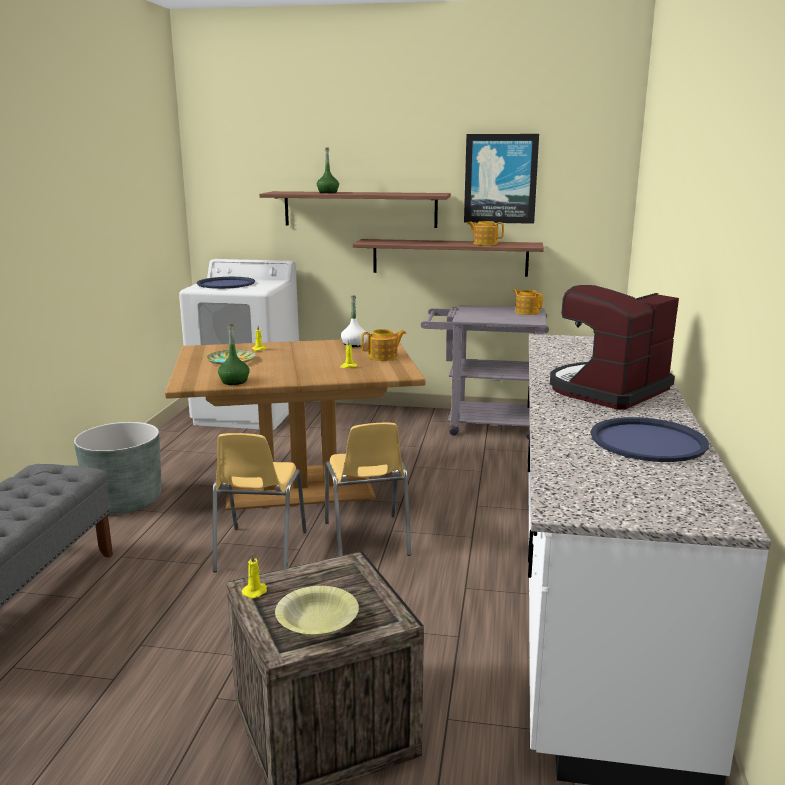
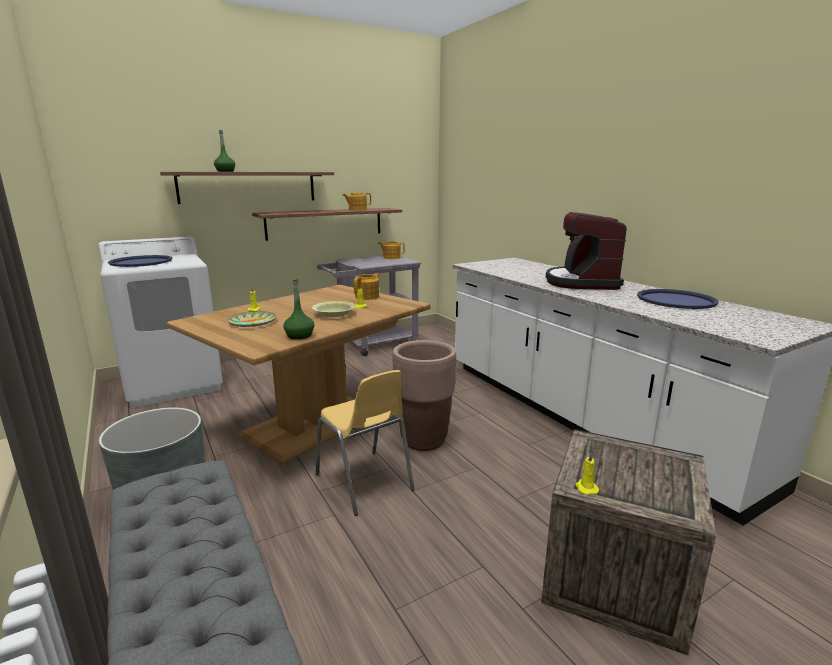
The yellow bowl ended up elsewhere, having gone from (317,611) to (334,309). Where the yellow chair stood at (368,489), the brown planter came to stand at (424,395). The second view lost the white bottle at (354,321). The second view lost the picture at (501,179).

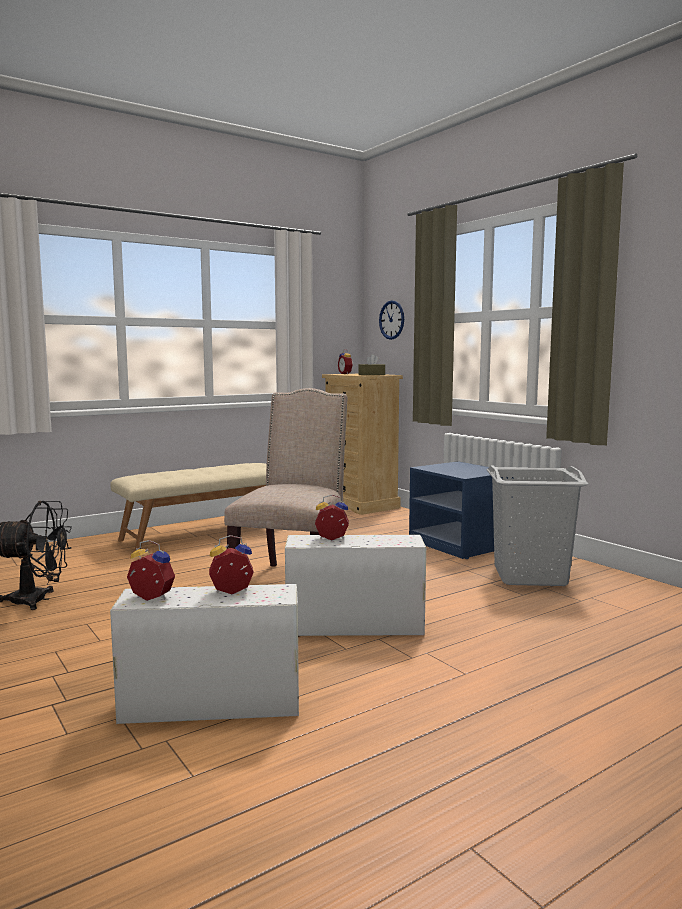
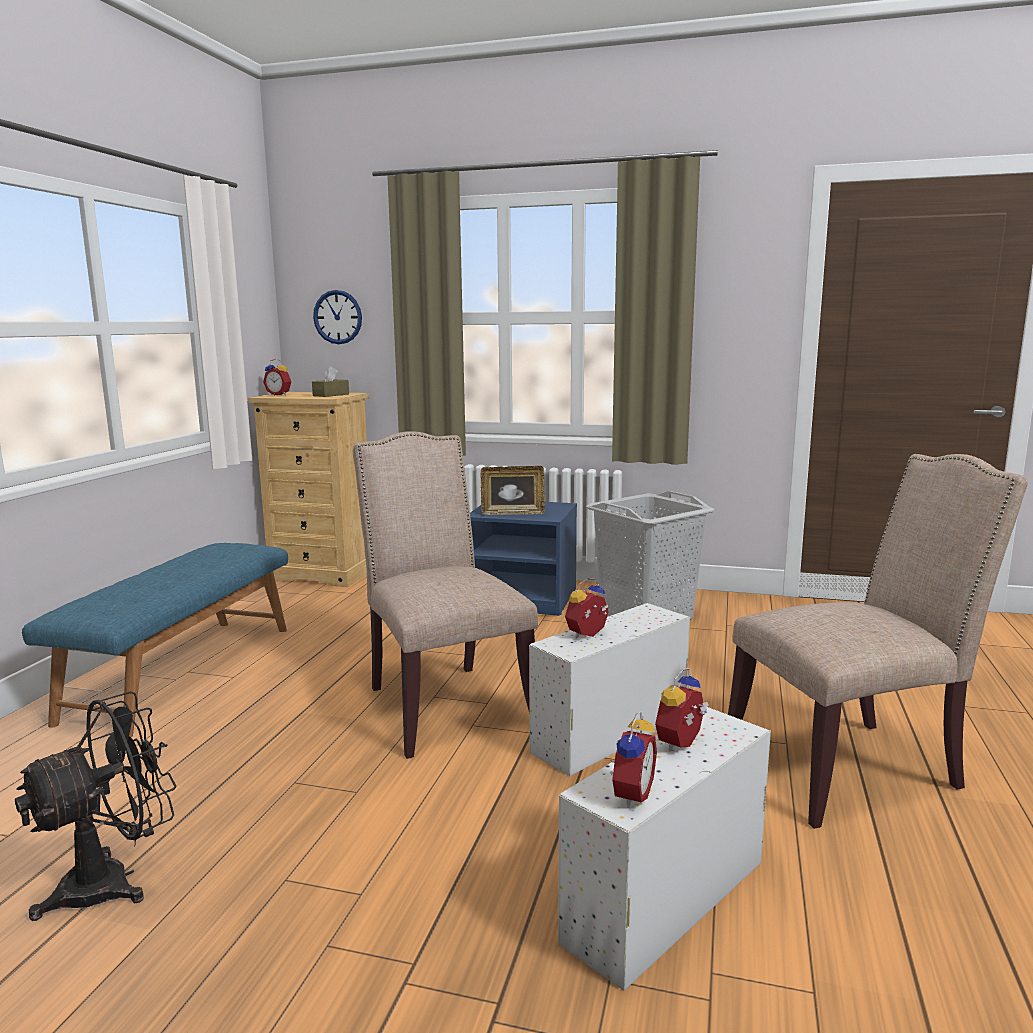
What was the beige bench at (188,507) turned into the blue bench at (155,640). The second view gained the picture frame at (512,490). The alarm clock at (151,570) ended up facing another way, 135 degrees clockwise from before. The second view gained the beige chair at (878,641).

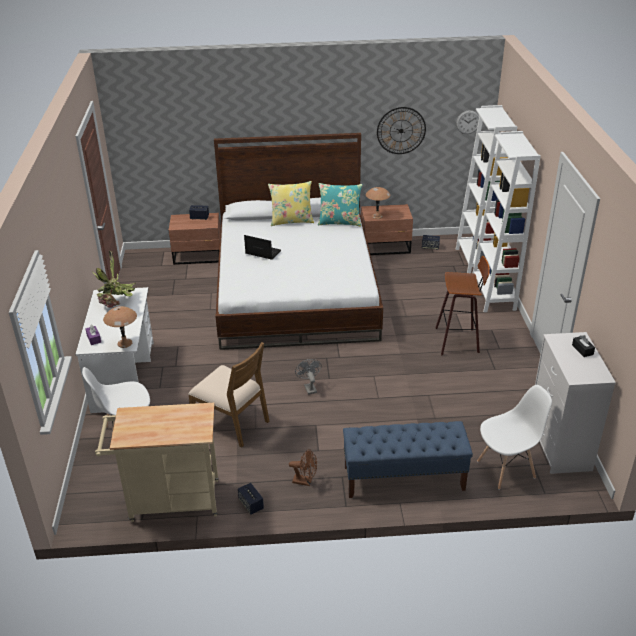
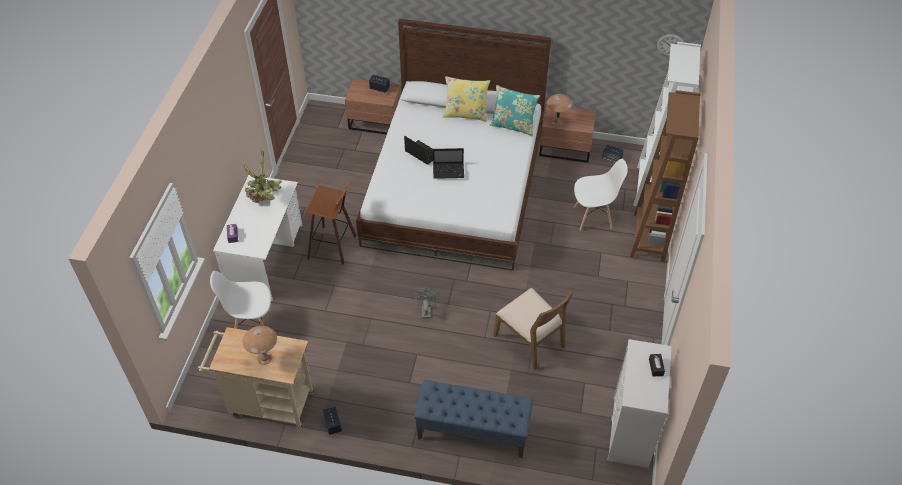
The brown table lamp ended up elsewhere, having gone from (120,327) to (260,345). The stool ended up elsewhere, having gone from (463,305) to (331,222). The second view gained the laptop at (448,163). The brown chair ended up elsewhere, having gone from (229,394) to (534,329). The white chair ended up elsewhere, having gone from (514,437) to (601,195). What was the white bookcase at (506,221) turned into the brown bookcase at (665,176). The second view lost the brown fan at (303,467). The second view lost the wall clock at (401,130).

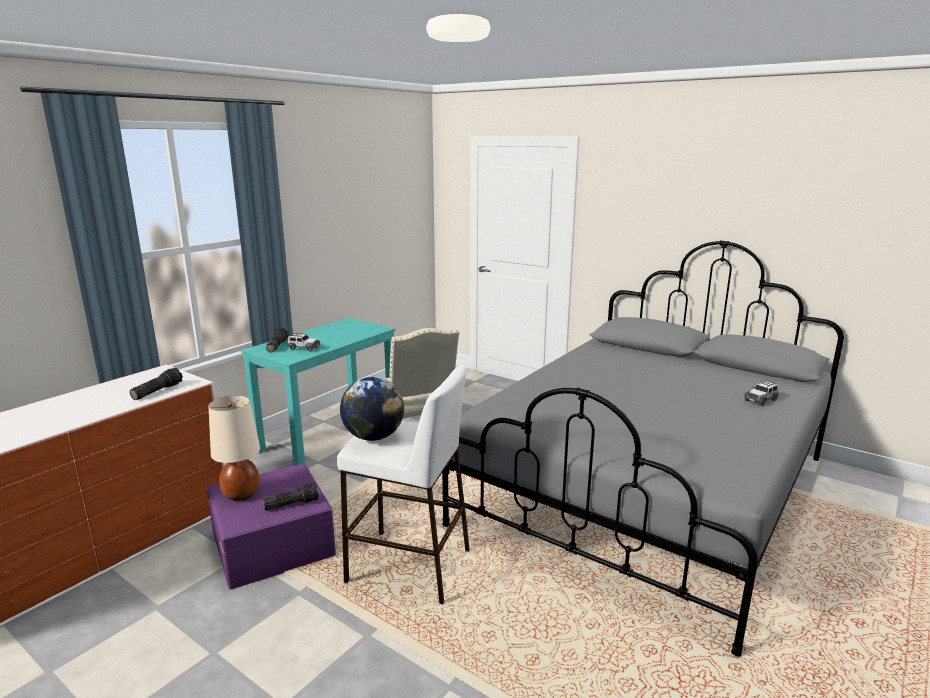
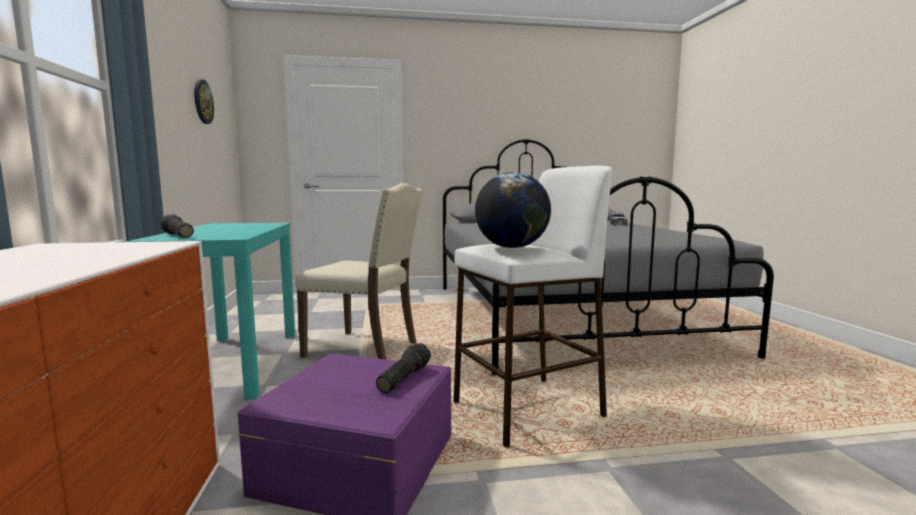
The second view gained the wall clock at (204,101). The second view lost the flashlight at (156,384). The second view lost the beige table lamp at (234,448). The second view lost the toy car at (303,342).

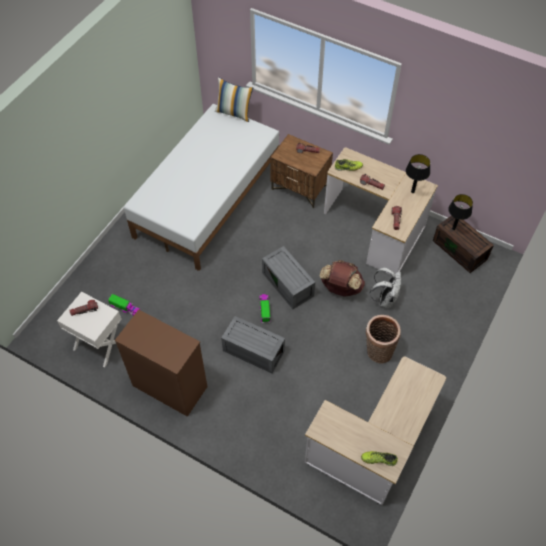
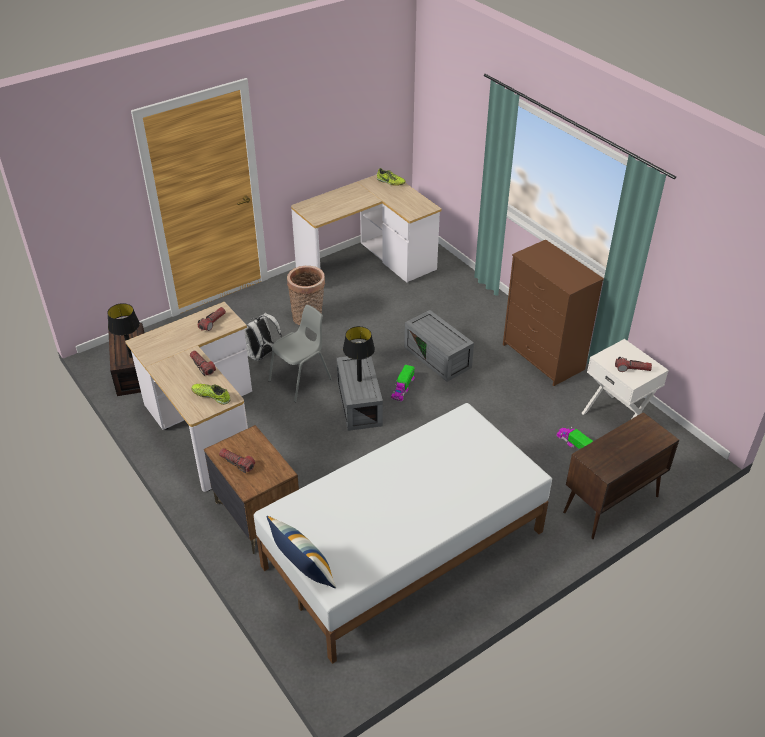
Where the brown backpack stood at (342,278), the grey chair came to stand at (300,353). The black table lamp ended up elsewhere, having gone from (418,173) to (359,354). The second view gained the brown cabinet at (621,475).

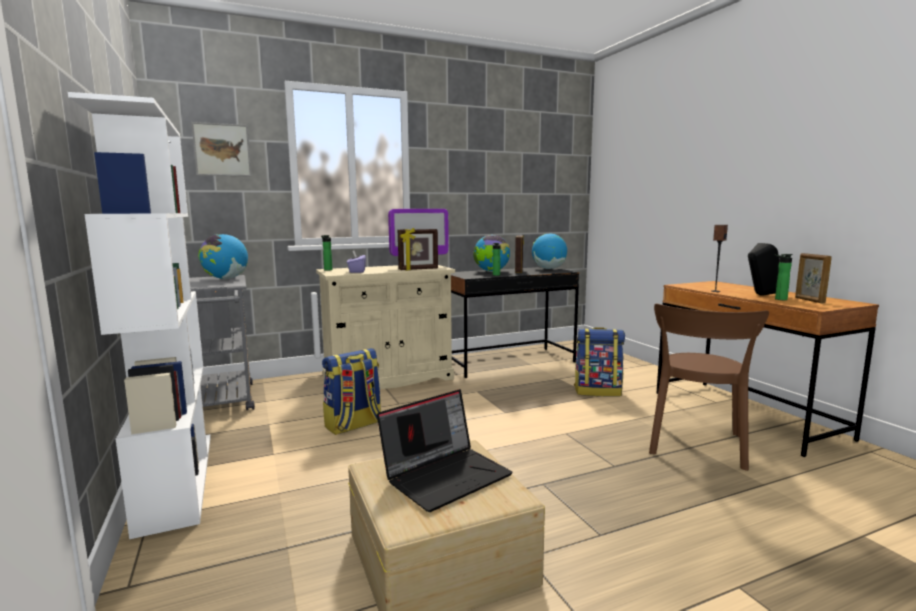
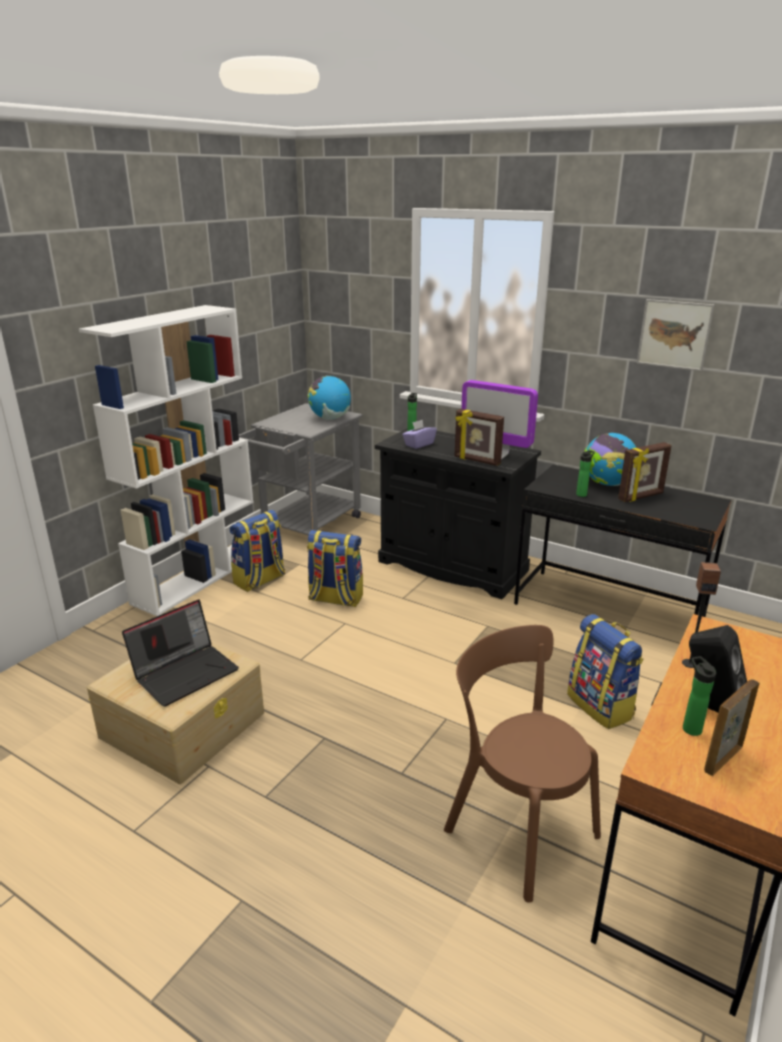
The laptop at (445,450) ended up facing another way, 60 degrees counterclockwise from before. The second view gained the backpack at (257,551). What was the beige cabinet at (385,327) turned into the black cabinet at (458,513). The brown chair at (709,387) ended up facing another way, 60 degrees clockwise from before. The picture ended up elsewhere, having gone from (221,149) to (676,335). The second view lost the globe at (549,251).

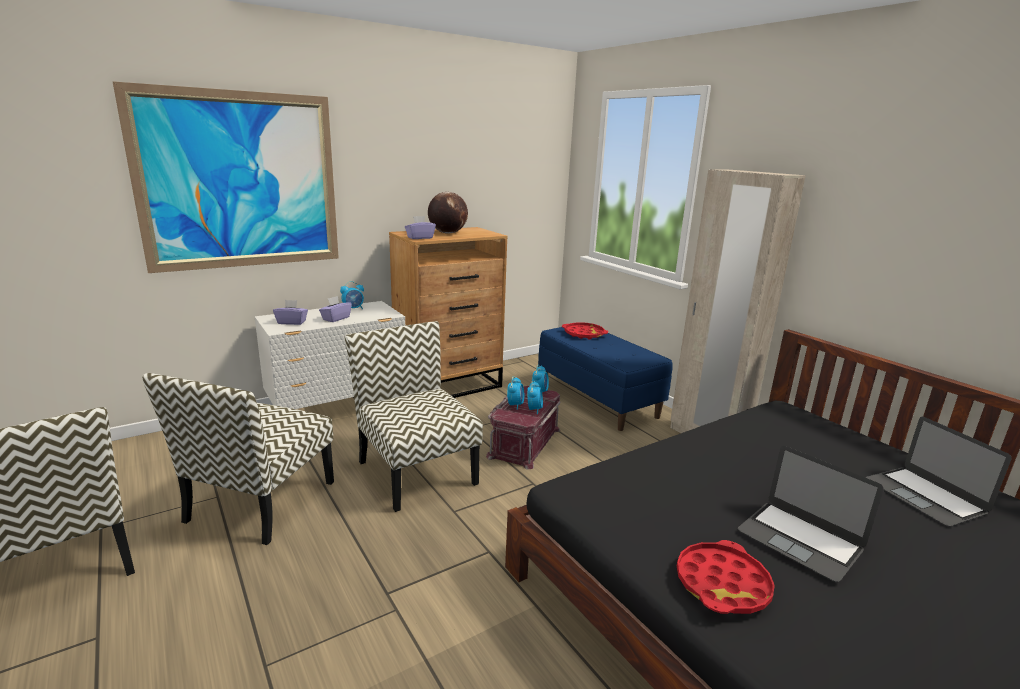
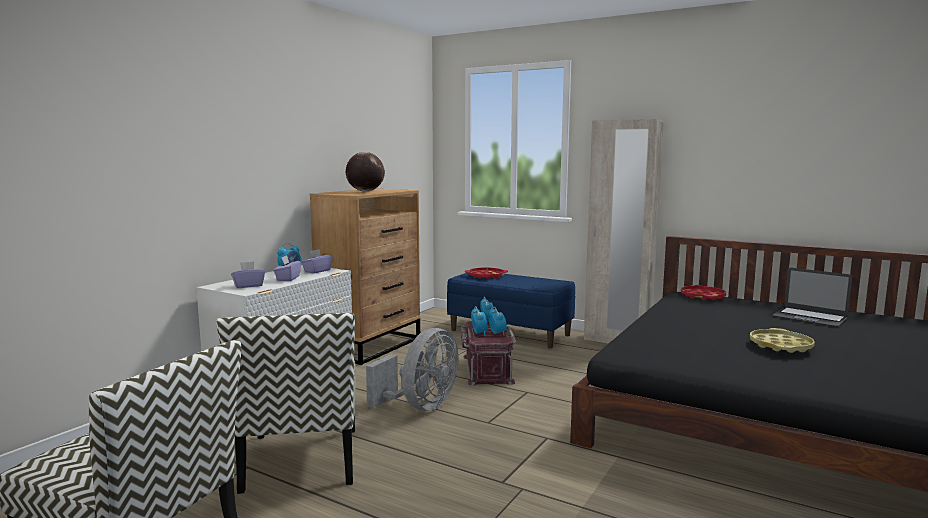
The purple tissue box ended up elsewhere, having gone from (420,227) to (317,261). Where the chair stood at (414,416), the grey fan came to stand at (412,369). The red tray ended up elsewhere, having gone from (726,577) to (703,292). Where the laptop stood at (811,514), the yellow tray came to stand at (782,340). The second view lost the picture at (226,177).

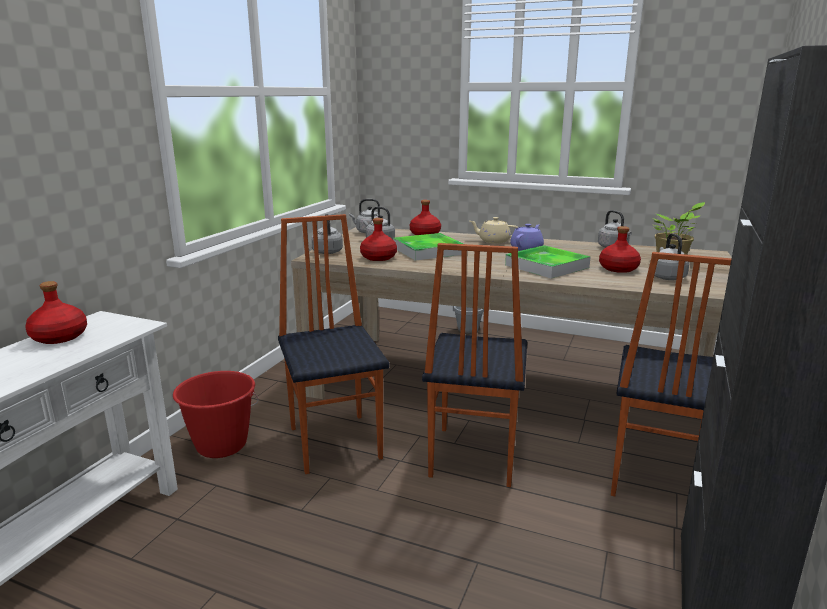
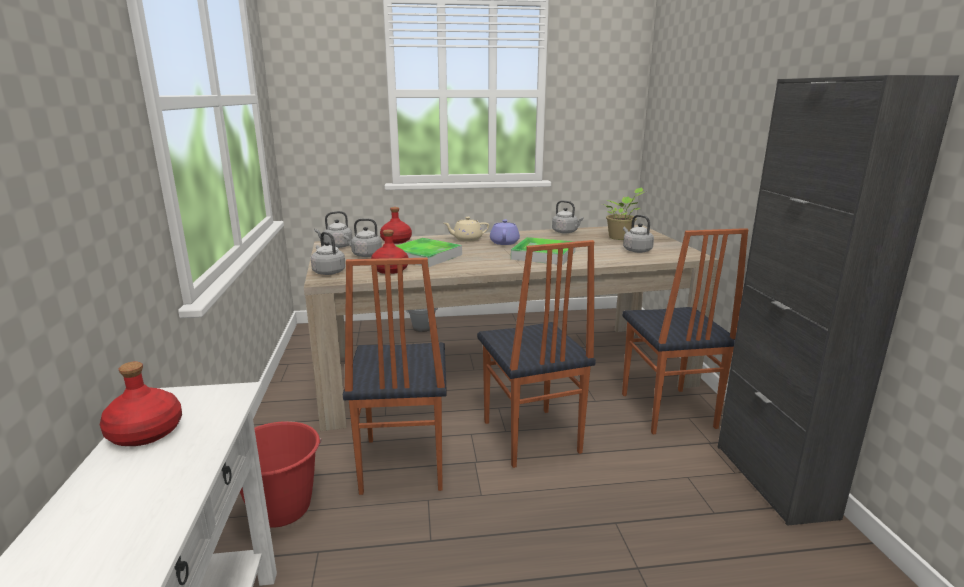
The chair at (333,344) ended up facing another way, 135 degrees counterclockwise from before. The second view lost the red bottle at (620,249).

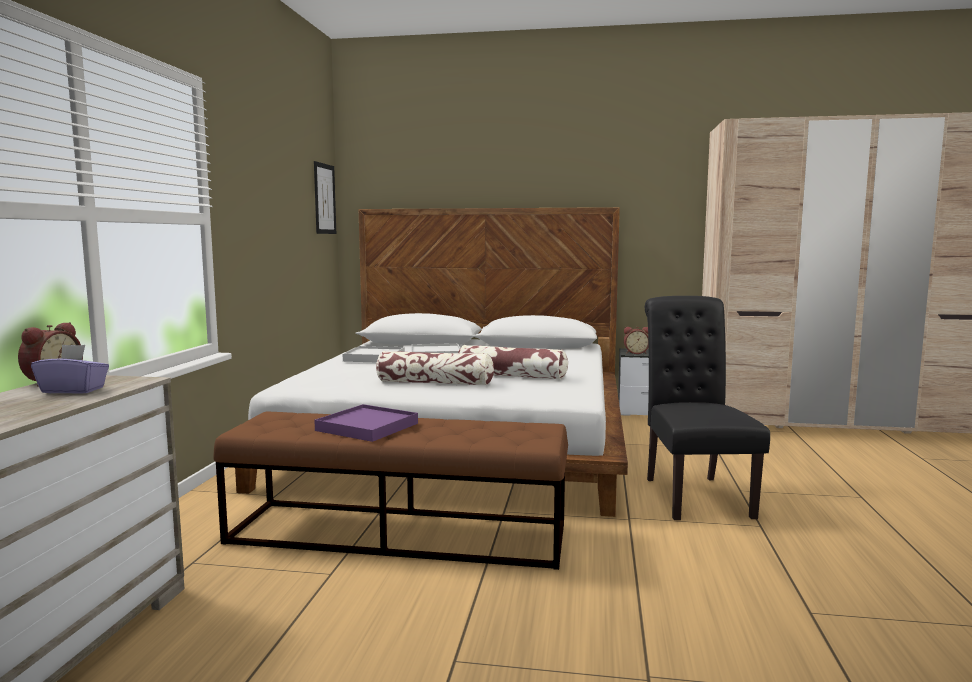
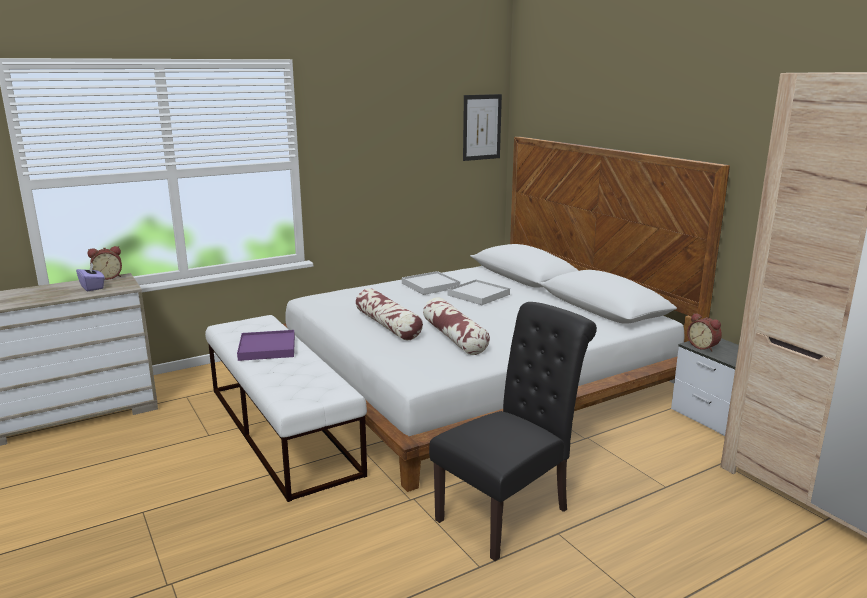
What was the brown bench at (390,491) turned into the white bench at (286,408).

